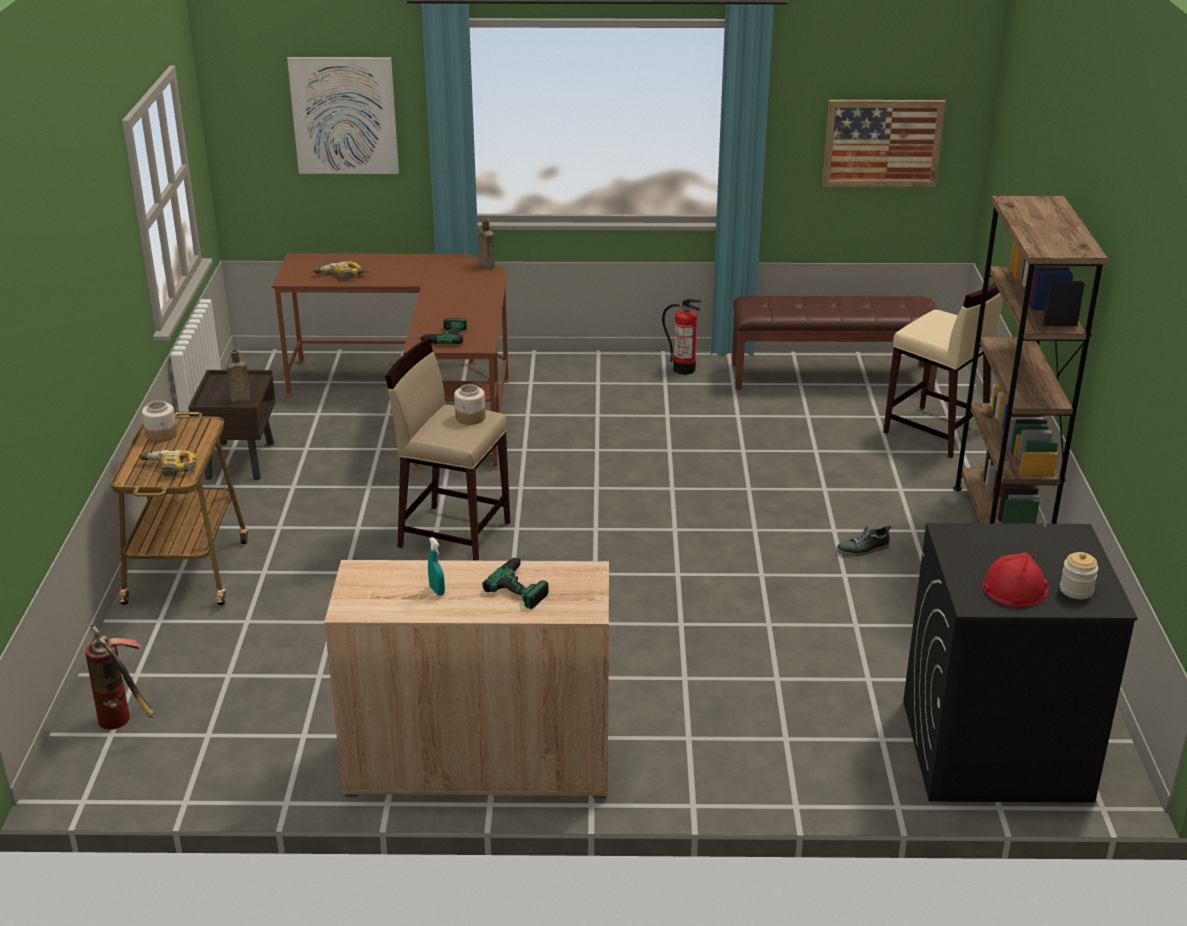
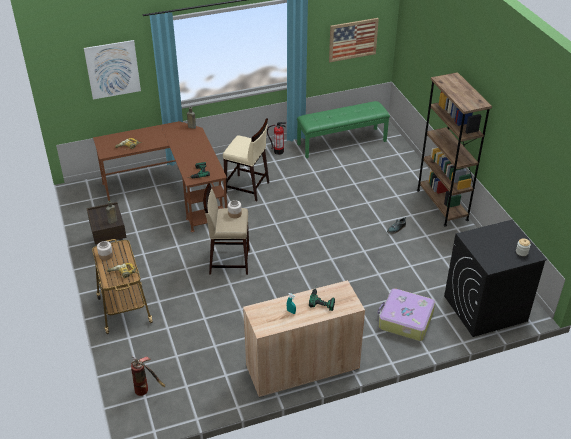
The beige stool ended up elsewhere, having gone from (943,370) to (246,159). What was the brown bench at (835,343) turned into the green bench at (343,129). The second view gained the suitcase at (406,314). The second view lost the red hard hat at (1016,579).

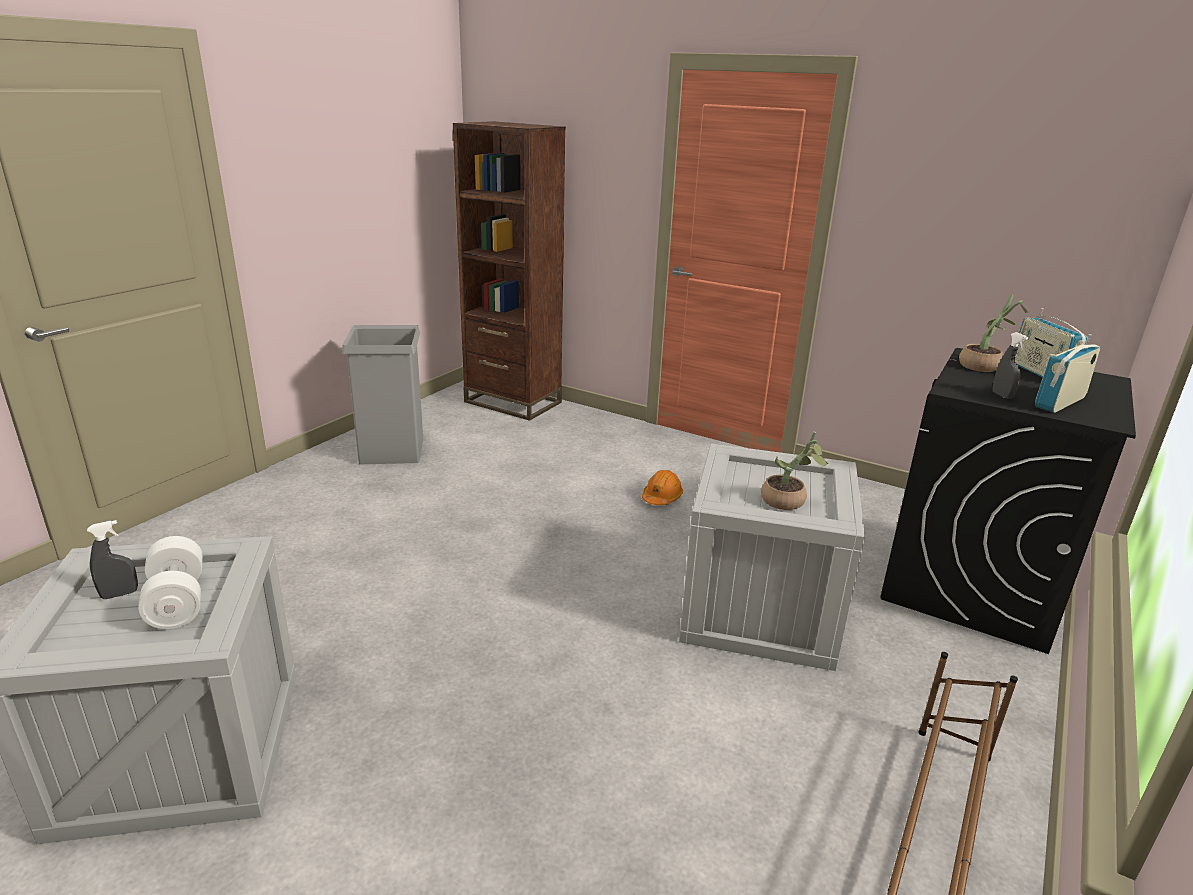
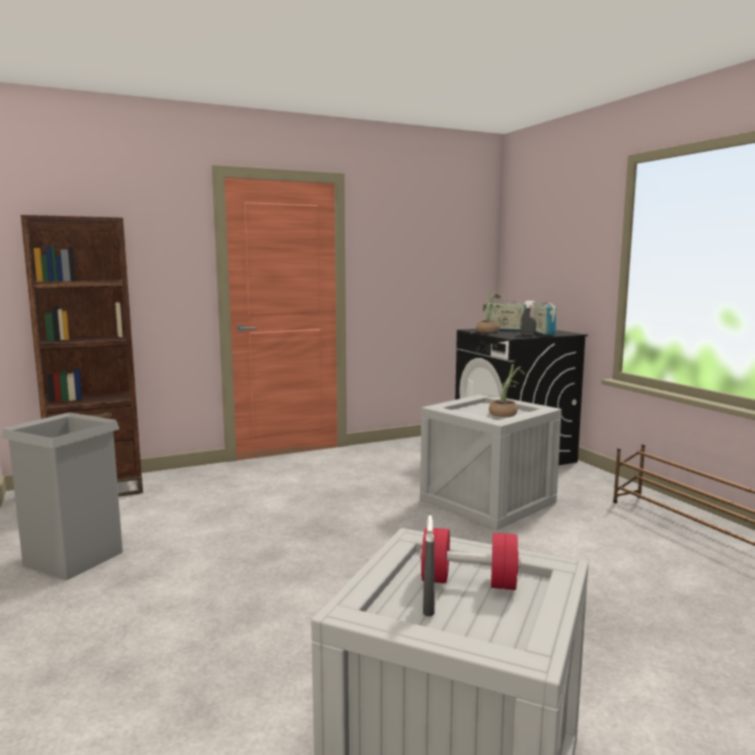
What was the white dumbbell at (170,582) turned into the red dumbbell at (470,558). The second view lost the orange hard hat at (662,487).

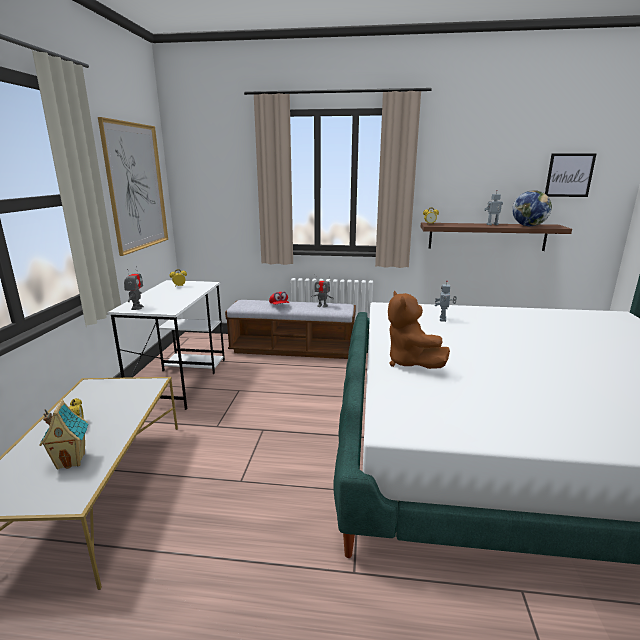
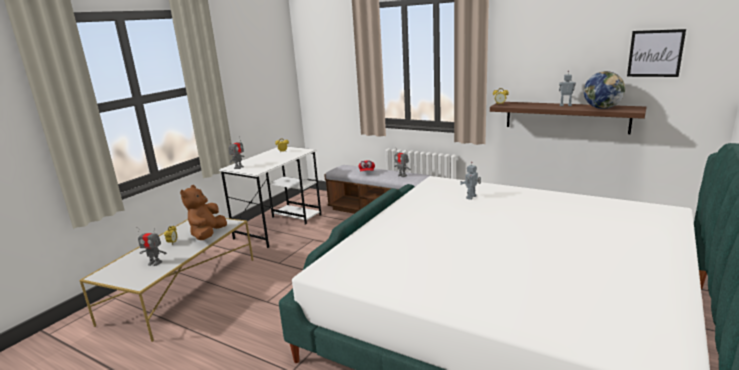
Where the toy house stood at (64,435), the toy robot came to stand at (151,246). The brown plush toy ended up elsewhere, having gone from (419,330) to (203,212). The second view lost the picture at (133,186).

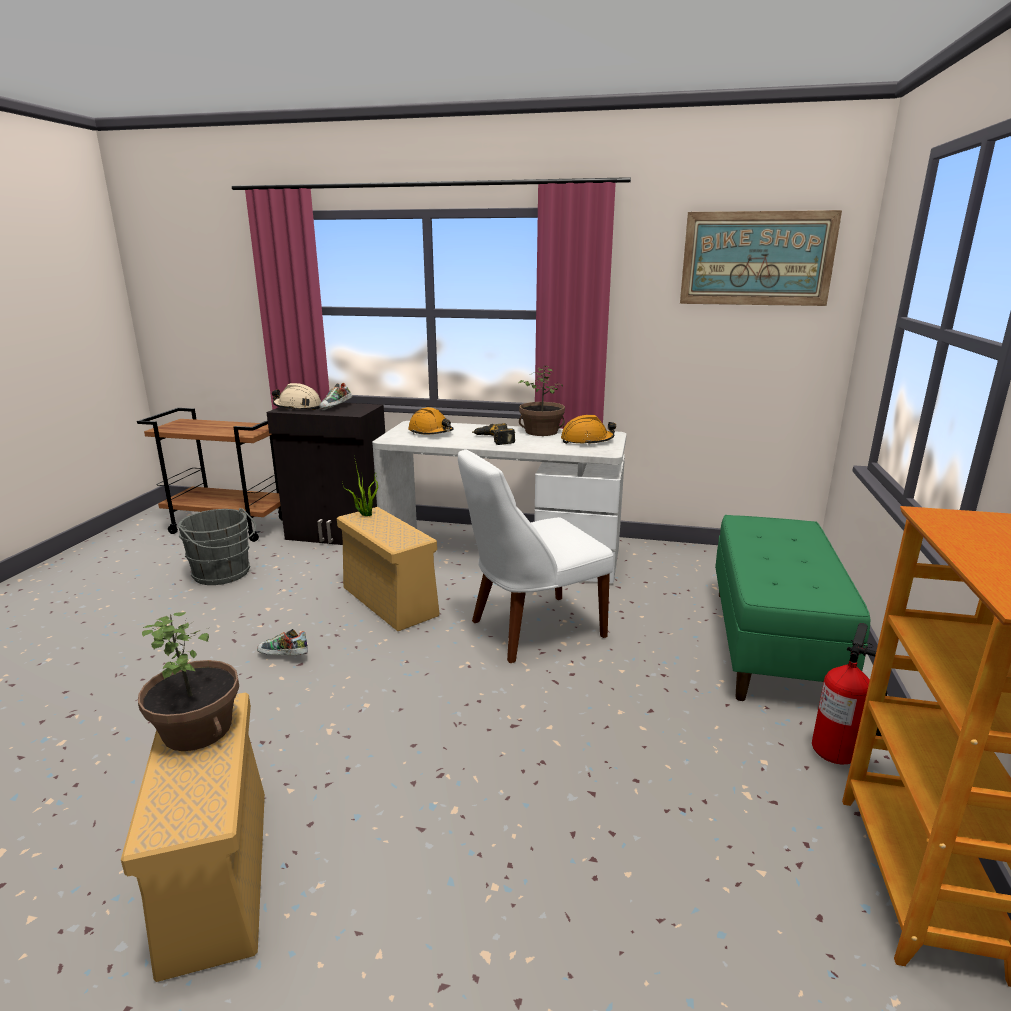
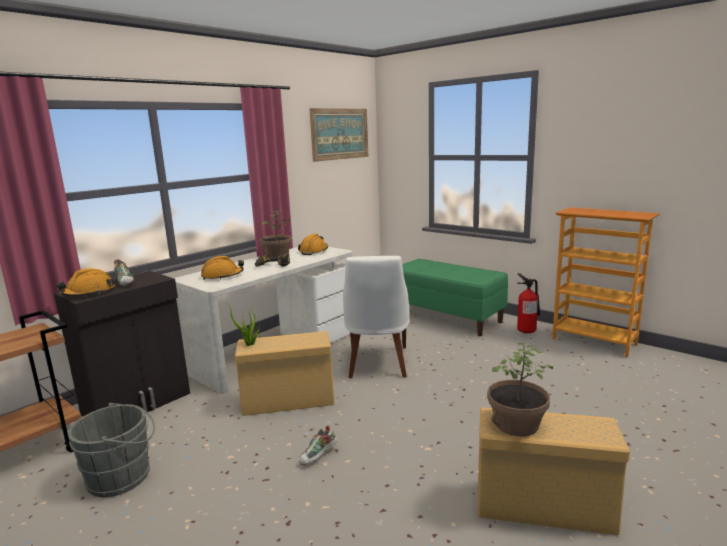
What was the beige hard hat at (296,396) turned into the orange hard hat at (85,282).

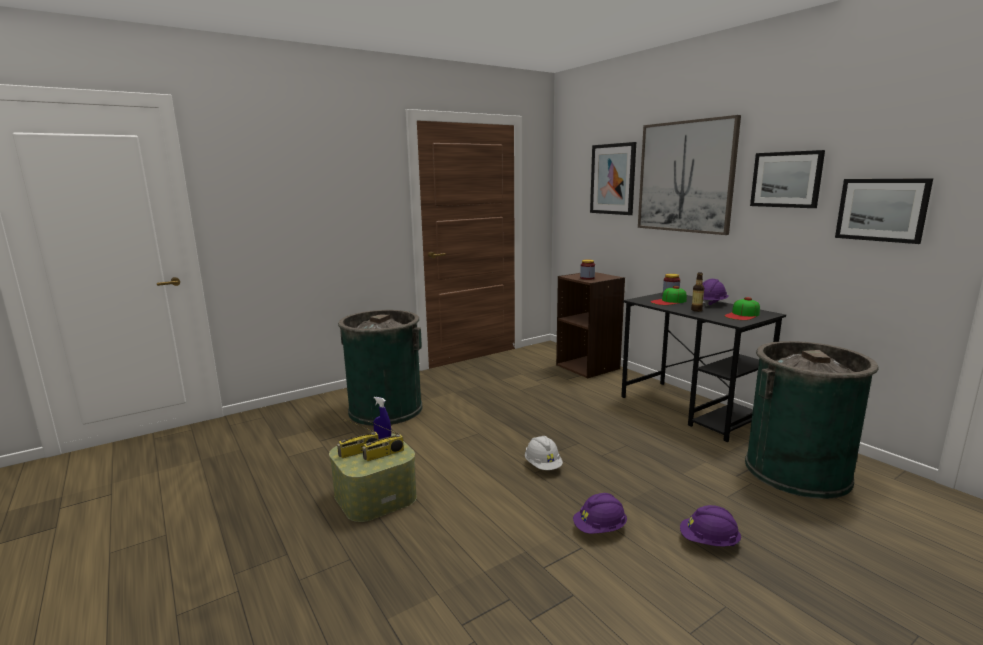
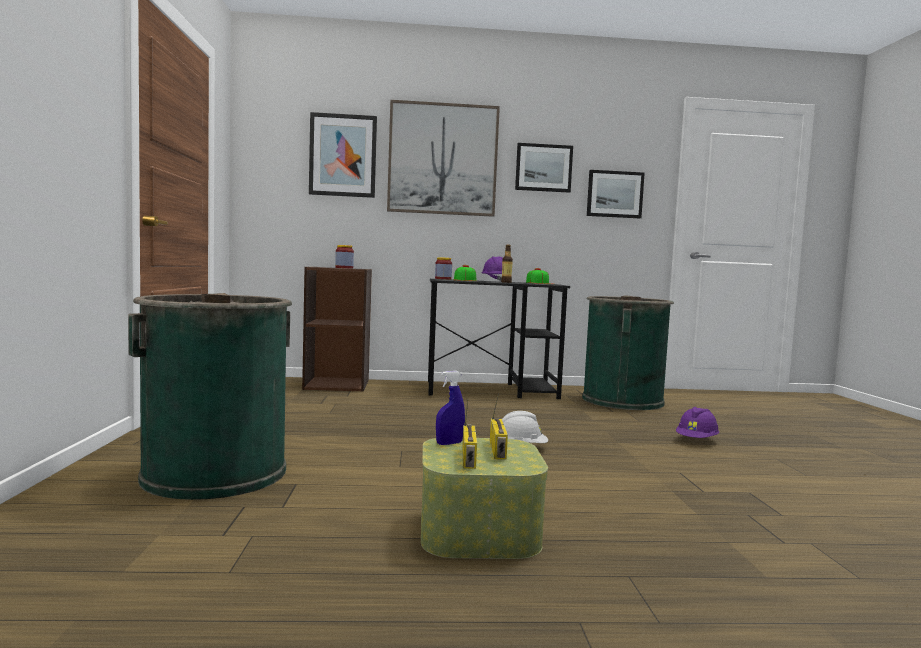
The second view lost the purple hard hat at (600,513).

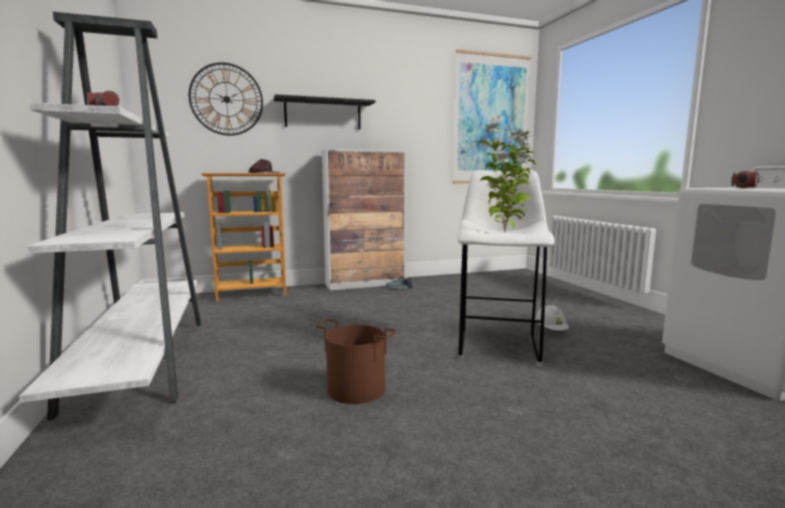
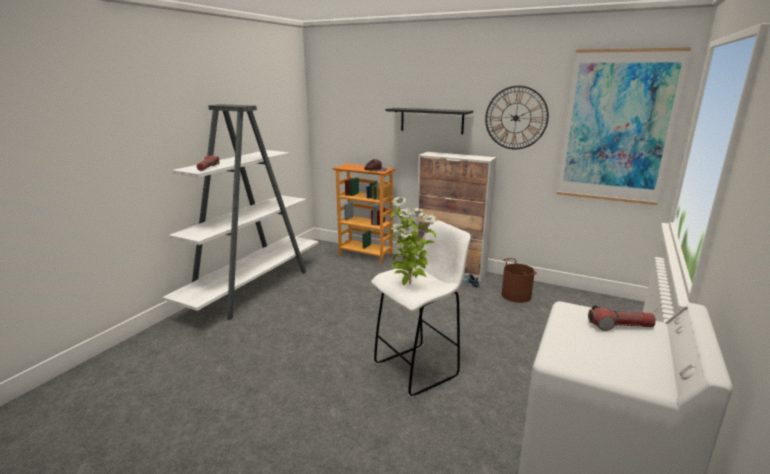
The wall clock ended up elsewhere, having gone from (226,99) to (517,117). The brown bucket ended up elsewhere, having gone from (355,361) to (519,280). The second view lost the white hard hat at (552,317).

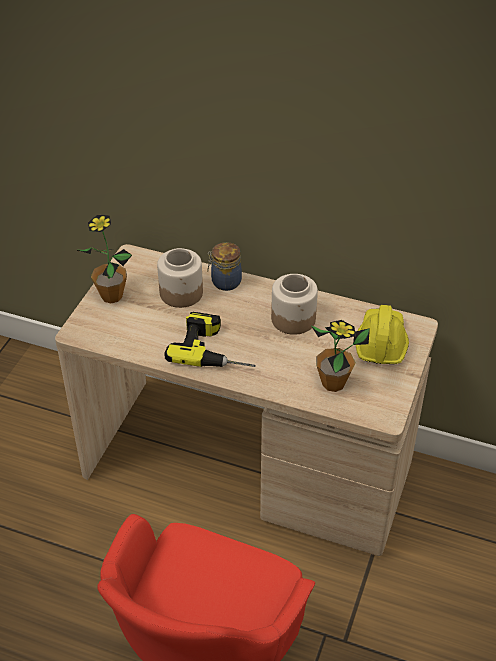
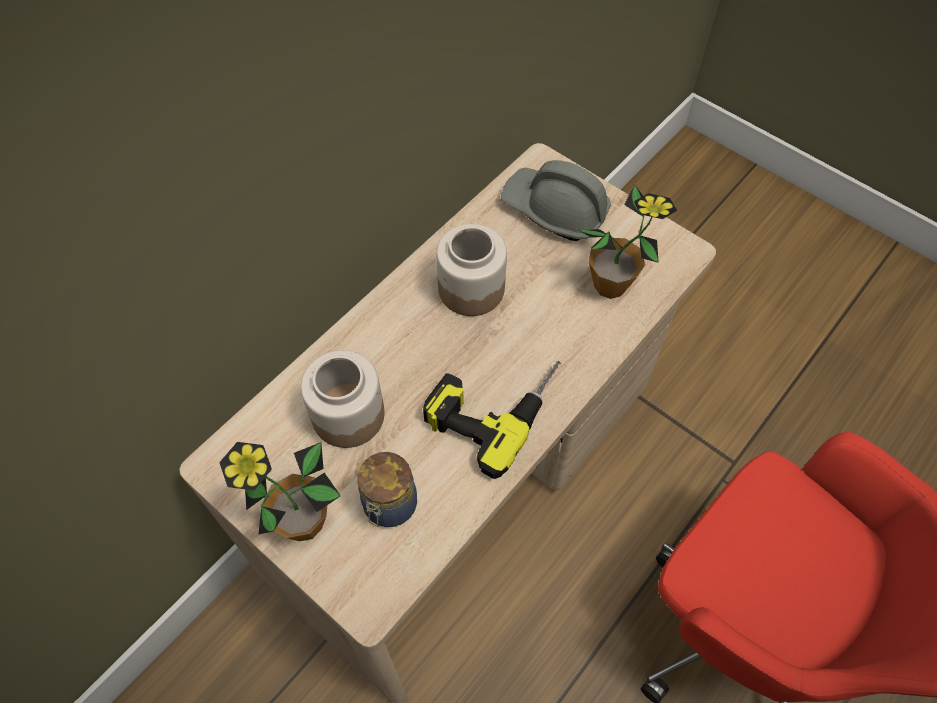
The jar ended up elsewhere, having gone from (225,266) to (387,489). What was the yellow hard hat at (382,334) turned into the grey hard hat at (556,200).

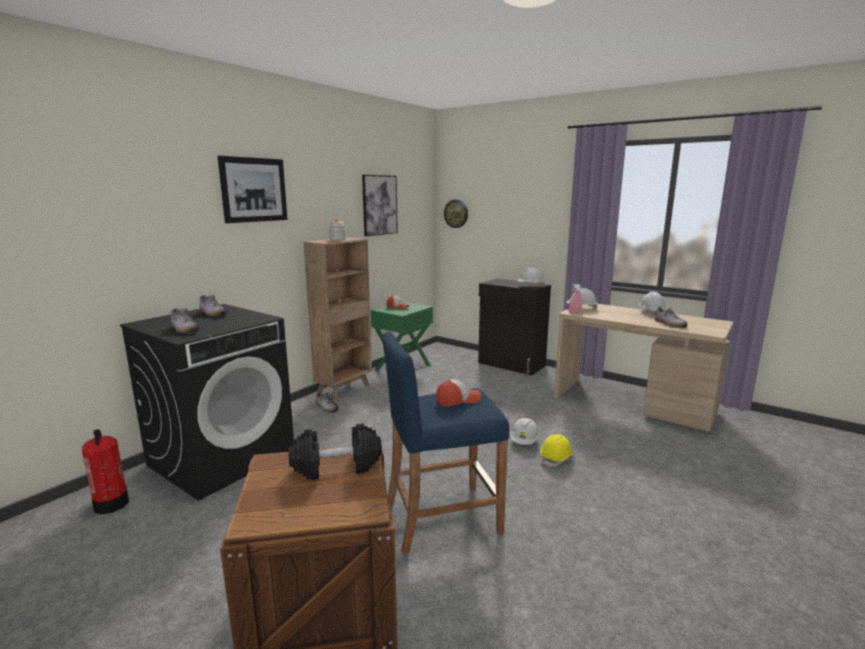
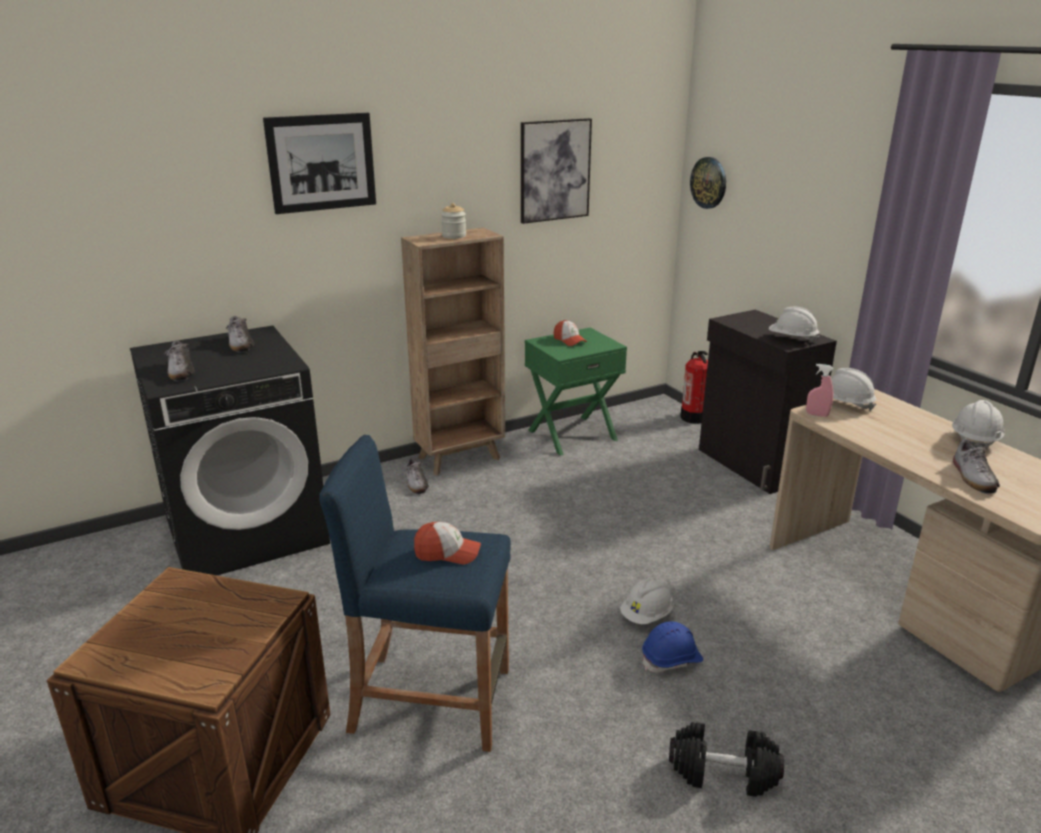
What was the yellow hard hat at (557,450) turned into the blue hard hat at (672,647). The black dumbbell ended up elsewhere, having gone from (335,451) to (726,759). The fire extinguisher ended up elsewhere, having gone from (105,471) to (694,387).

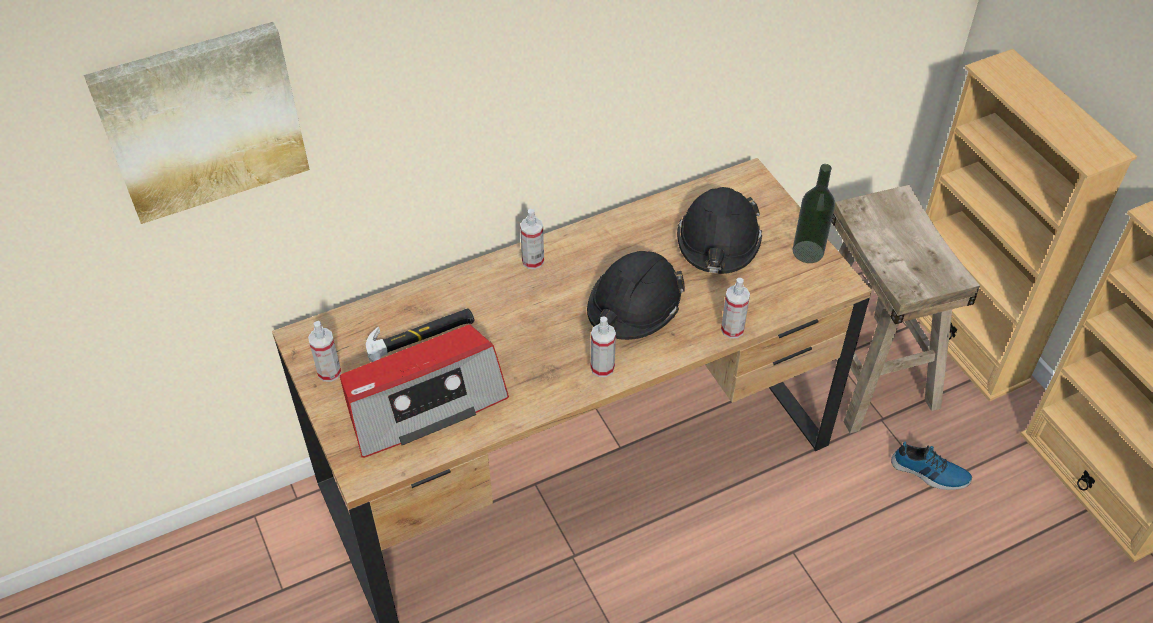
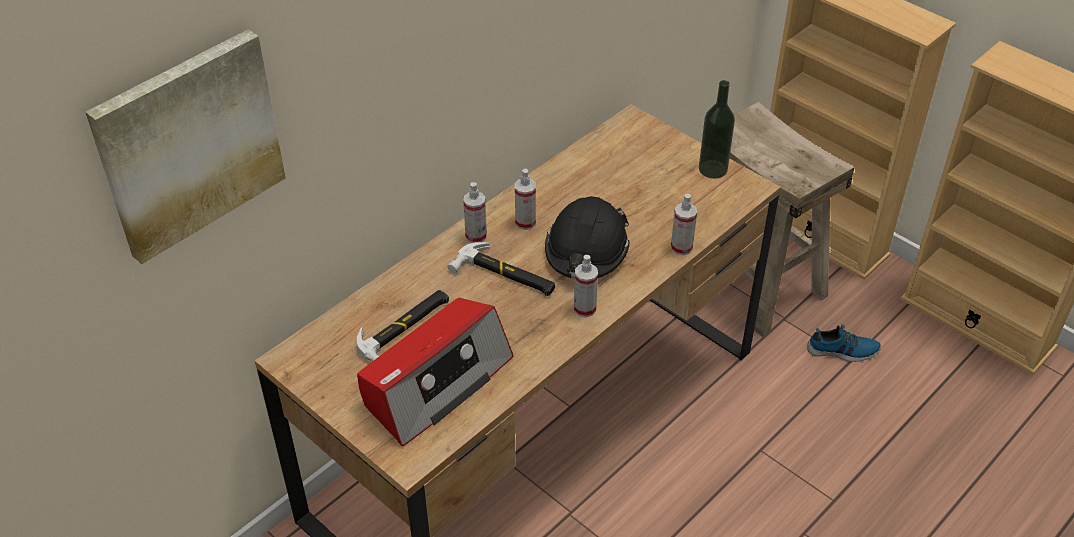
The second view gained the hammer at (501,269). The spray bottle ended up elsewhere, having gone from (325,351) to (525,199). The second view lost the black hard hat at (719,230).

